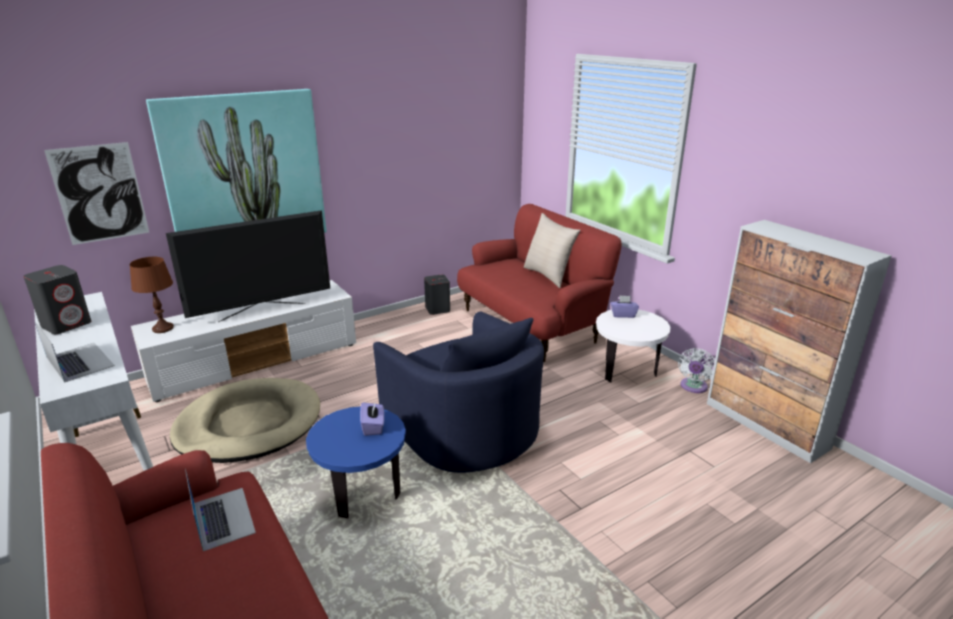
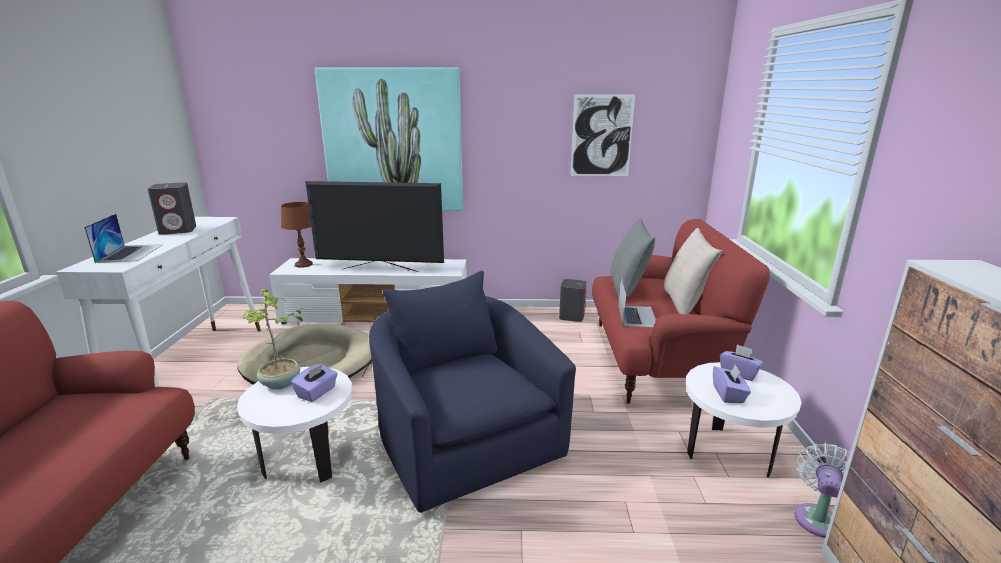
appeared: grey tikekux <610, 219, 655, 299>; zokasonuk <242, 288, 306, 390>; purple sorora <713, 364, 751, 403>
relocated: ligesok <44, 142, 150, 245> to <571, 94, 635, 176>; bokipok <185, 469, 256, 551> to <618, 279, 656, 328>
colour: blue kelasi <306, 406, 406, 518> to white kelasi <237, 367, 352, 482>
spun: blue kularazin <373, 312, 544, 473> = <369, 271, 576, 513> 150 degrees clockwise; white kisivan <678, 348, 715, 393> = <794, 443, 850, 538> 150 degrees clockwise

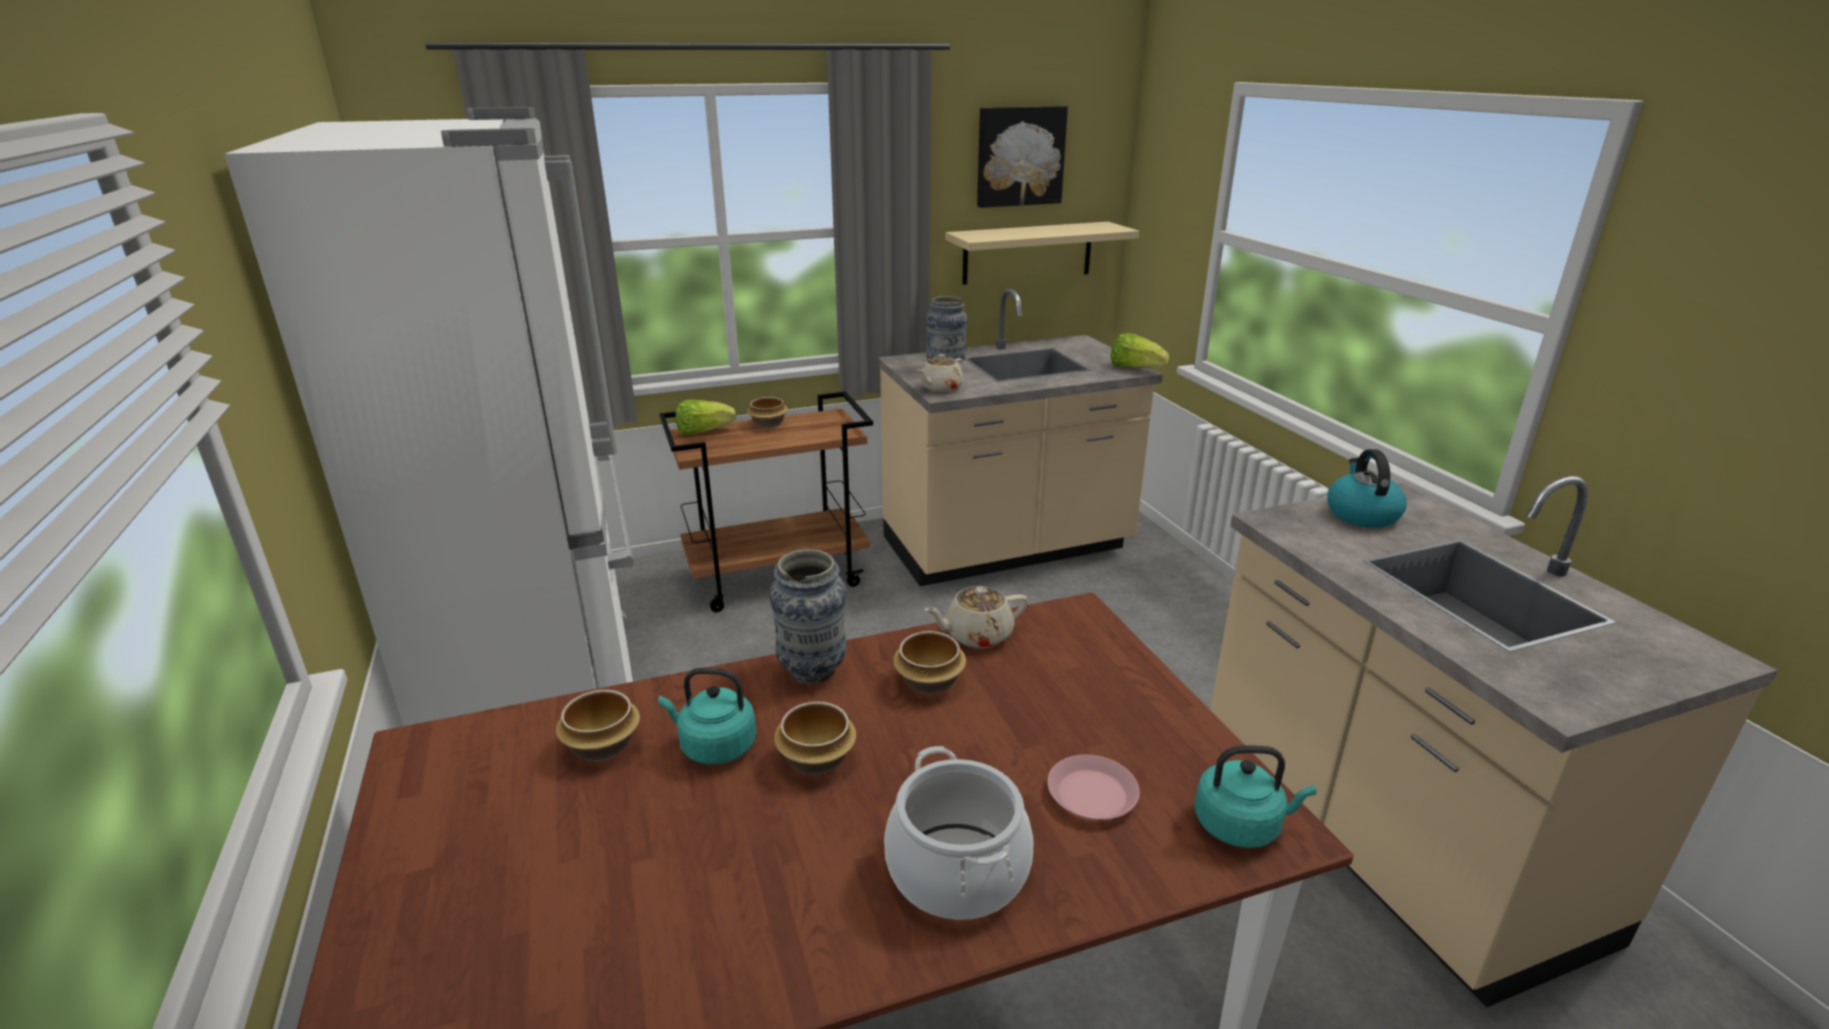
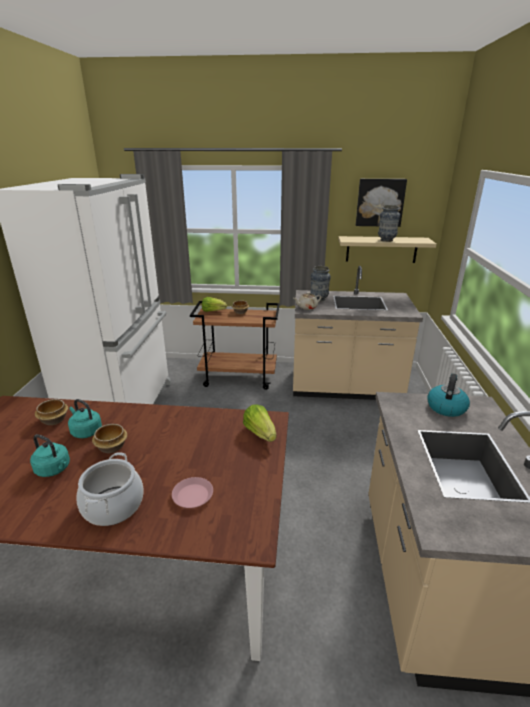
missing: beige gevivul <924, 586, 1028, 648>; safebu <893, 631, 966, 695>
relocated: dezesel <1110, 333, 1169, 367> to <243, 404, 276, 442>; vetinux <769, 549, 847, 684> to <378, 205, 400, 242>; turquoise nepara <1195, 745, 1317, 848> to <30, 434, 70, 477>

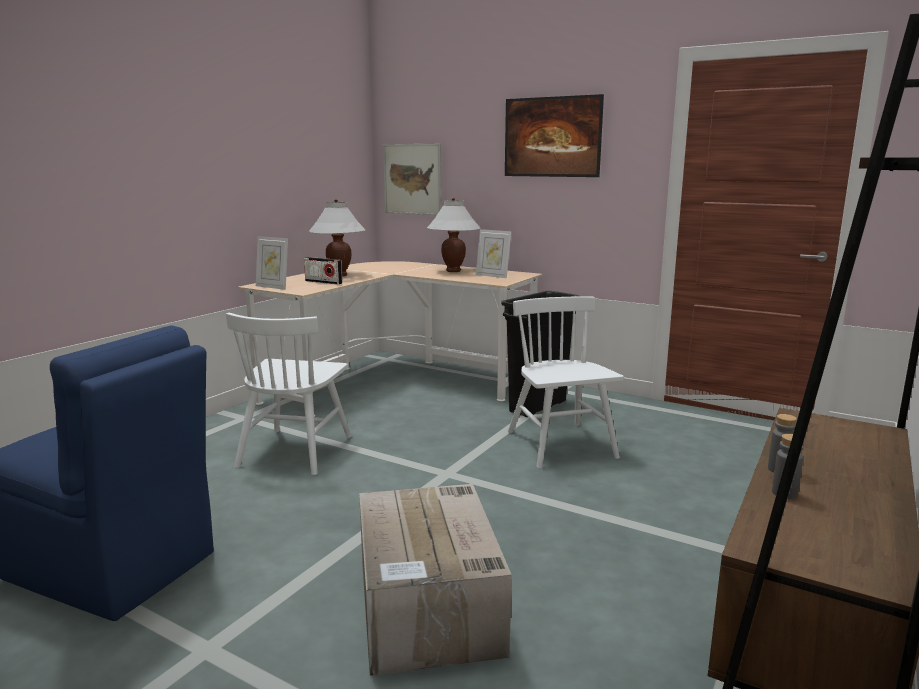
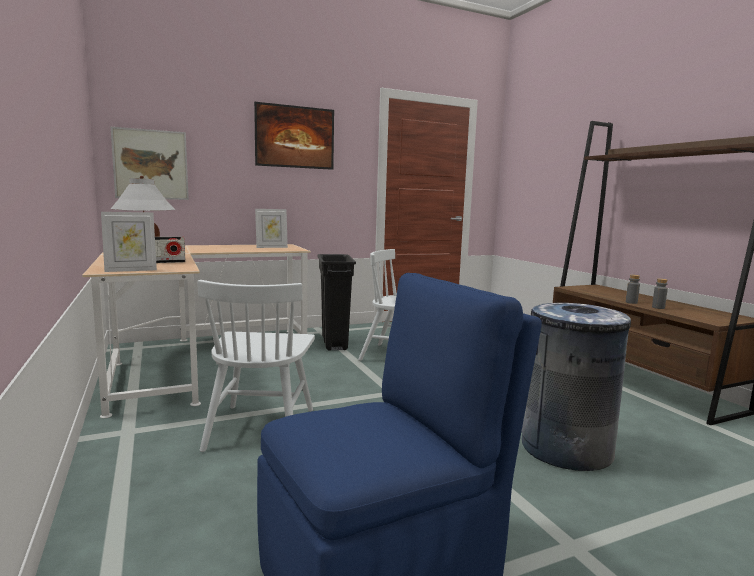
missing: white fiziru <427, 198, 480, 272>
exchanged: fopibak <359, 484, 511, 676> to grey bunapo <521, 303, 631, 471>
spun: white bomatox <226, 313, 351, 475> = <197, 280, 315, 452> 45 degrees clockwise

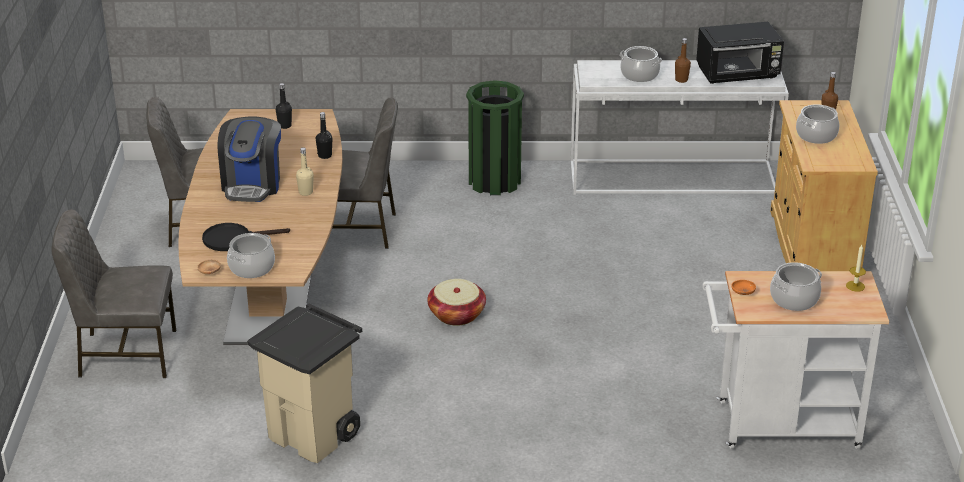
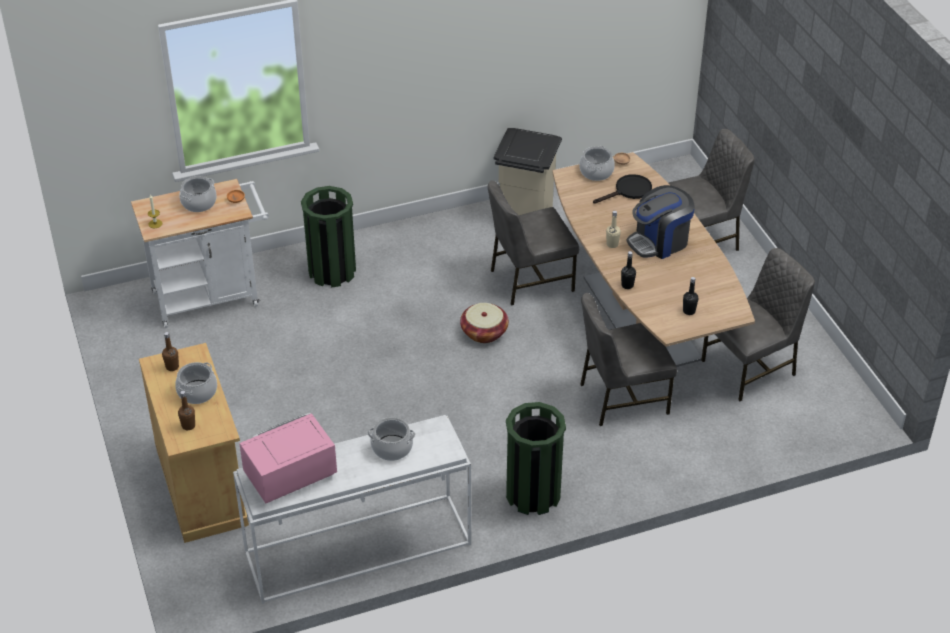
appeared: grey bomatox <488, 180, 579, 305>; green bunapo <301, 186, 356, 288>
relocated: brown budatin <675, 38, 691, 83> to <162, 332, 179, 371>
colour: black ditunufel <696, 22, 784, 84> to pink ditunufel <239, 413, 337, 503>
spun: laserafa <218, 117, 281, 202> = <627, 185, 695, 259> 105 degrees counterclockwise

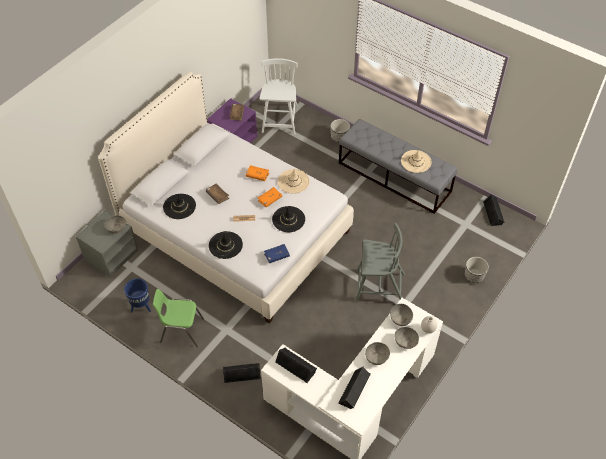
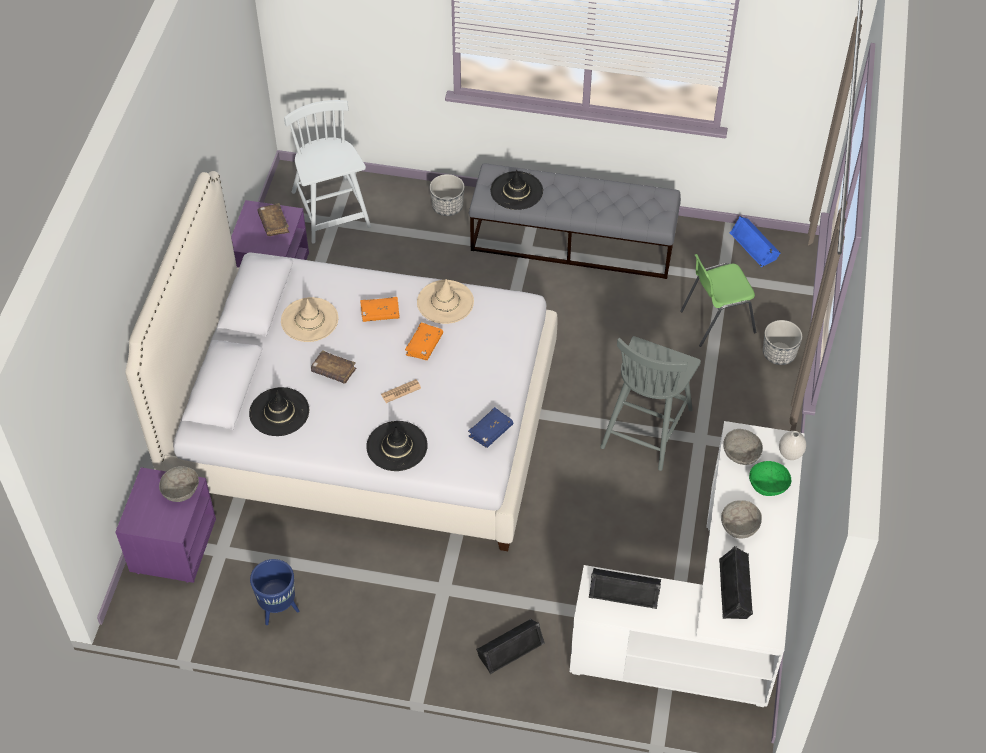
relocated: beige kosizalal <401, 150, 432, 173> to <281, 297, 338, 342>; black kosizalal <272, 206, 305, 232> to <490, 170, 543, 210>; green bomatox <153, 289, 204, 347> to <680, 254, 756, 347>
colour: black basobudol <483, 194, 505, 226> to blue basobudol <730, 216, 780, 267>; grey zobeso <76, 210, 138, 277> to purple zobeso <115, 467, 216, 583>; grey safebu <395, 327, 419, 349> to green safebu <749, 461, 791, 496>
spun: grey bomatox <355, 223, 405, 302> = <600, 336, 701, 471> 135 degrees clockwise

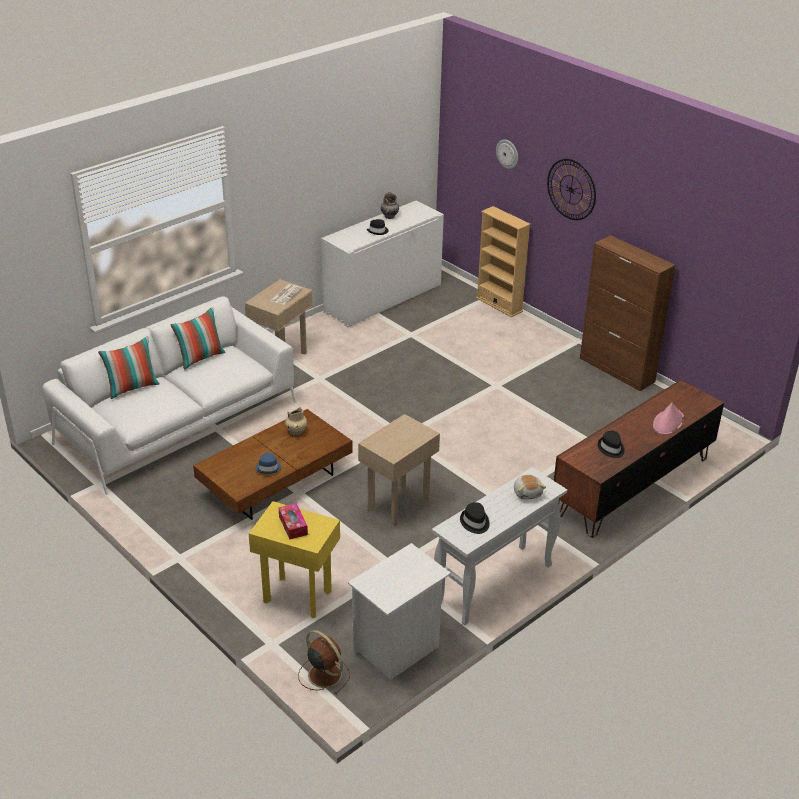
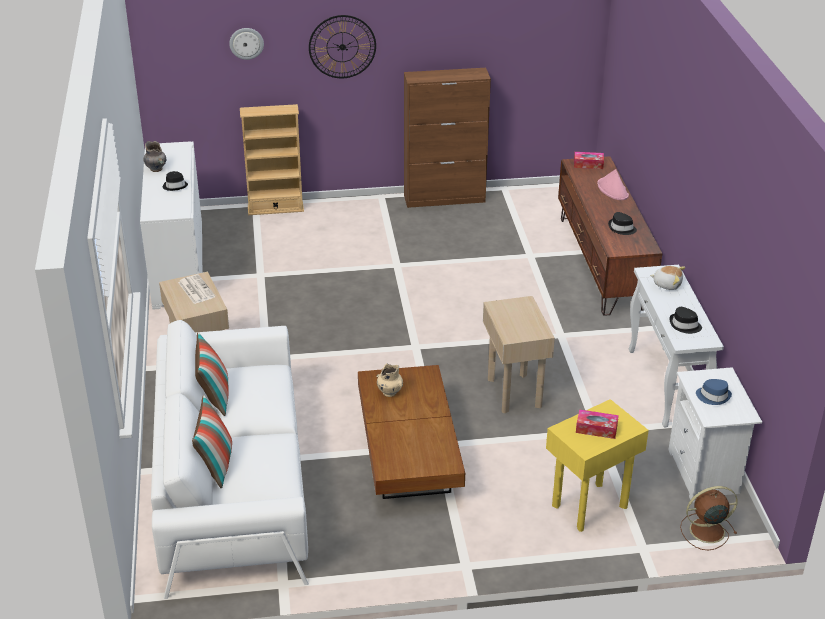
appeared: sorora <574, 152, 604, 169>
relocated: blue kosizalal <255, 453, 281, 474> to <696, 379, 732, 405>

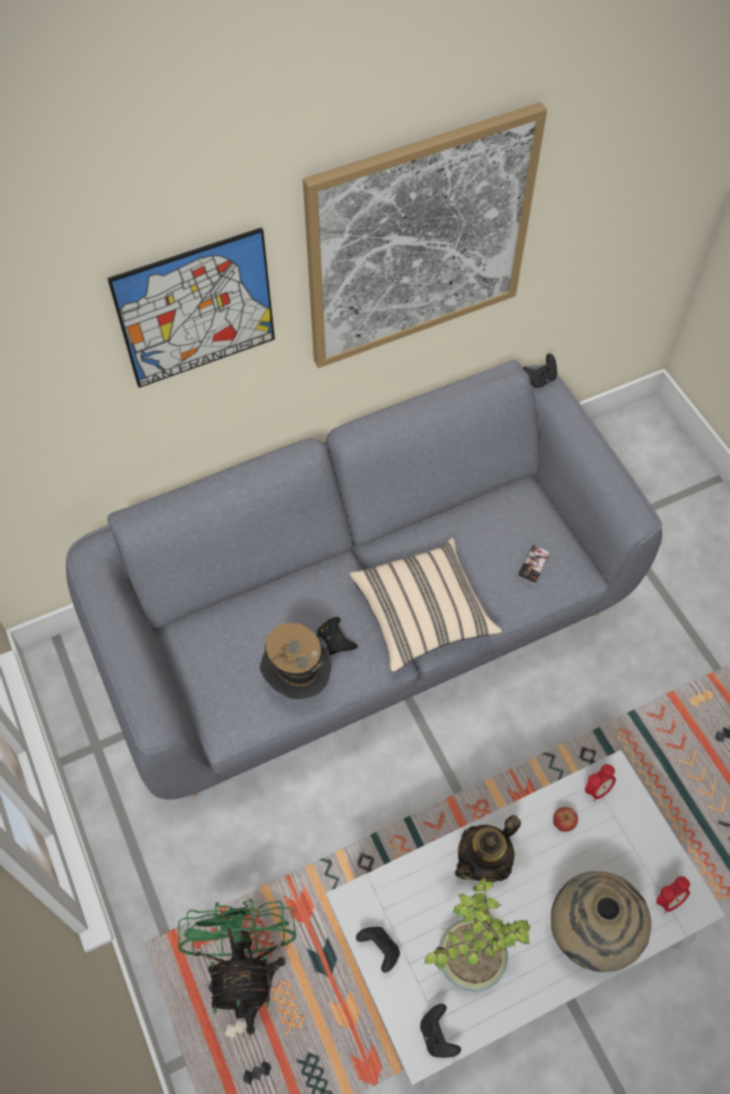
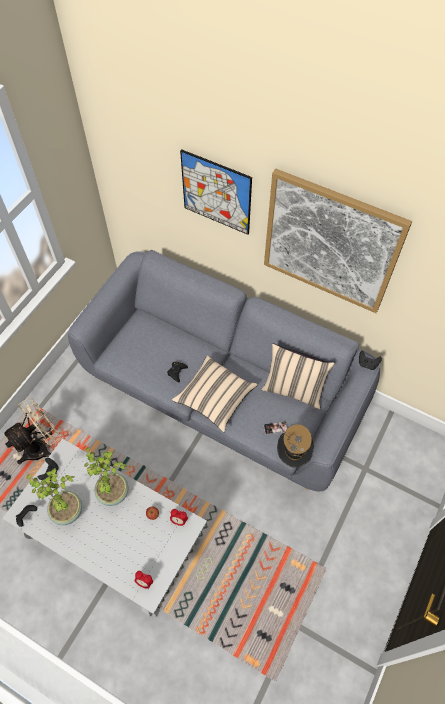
missing: beige vetinux <551, 871, 651, 972>
appeared: beige tikekux <261, 343, 335, 410>
relocated: kosizalal <260, 623, 331, 699> to <277, 424, 314, 467>
exchanged: gevivul <455, 815, 521, 882> to zokasonuk <84, 447, 128, 506>
colour: green kisivan <178, 899, 296, 1035> to beige kisivan <3, 397, 61, 464>

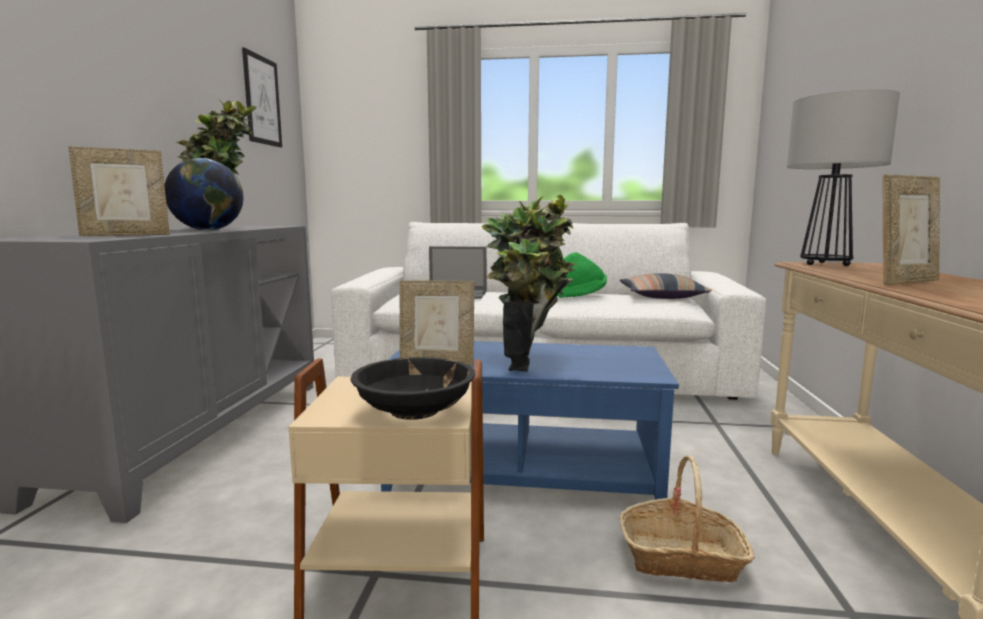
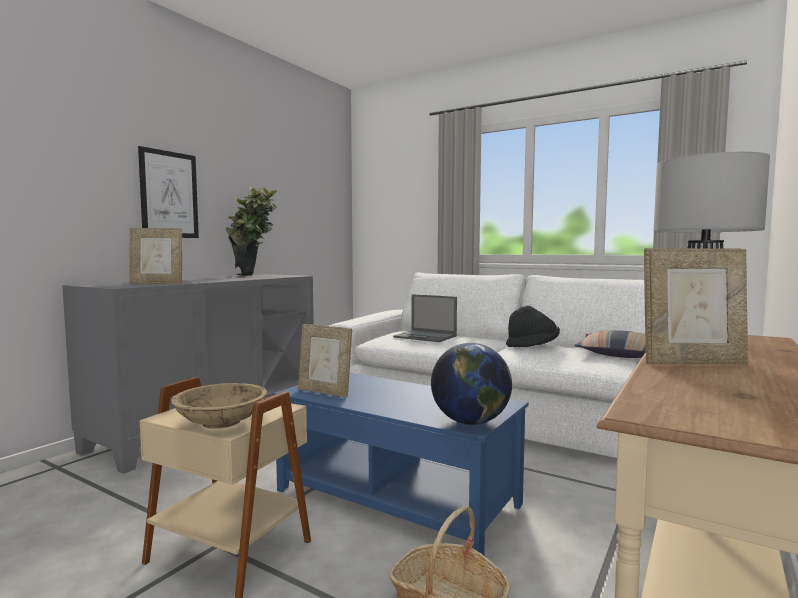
missing: zokasonuk <482, 195, 577, 372>
relocated: ligesok <242, 47, 282, 147> to <138, 146, 199, 238>; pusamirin <165, 158, 243, 231> to <431, 343, 512, 425>
colour: green kosizalal <557, 252, 607, 298> to black kosizalal <506, 306, 560, 347>; black safebu <350, 357, 475, 420> to beige safebu <171, 383, 267, 429>

